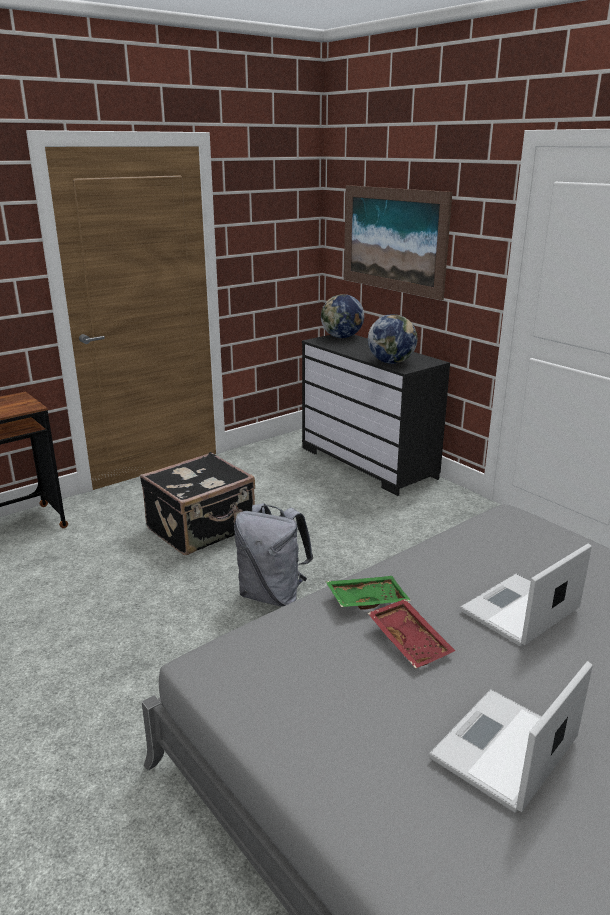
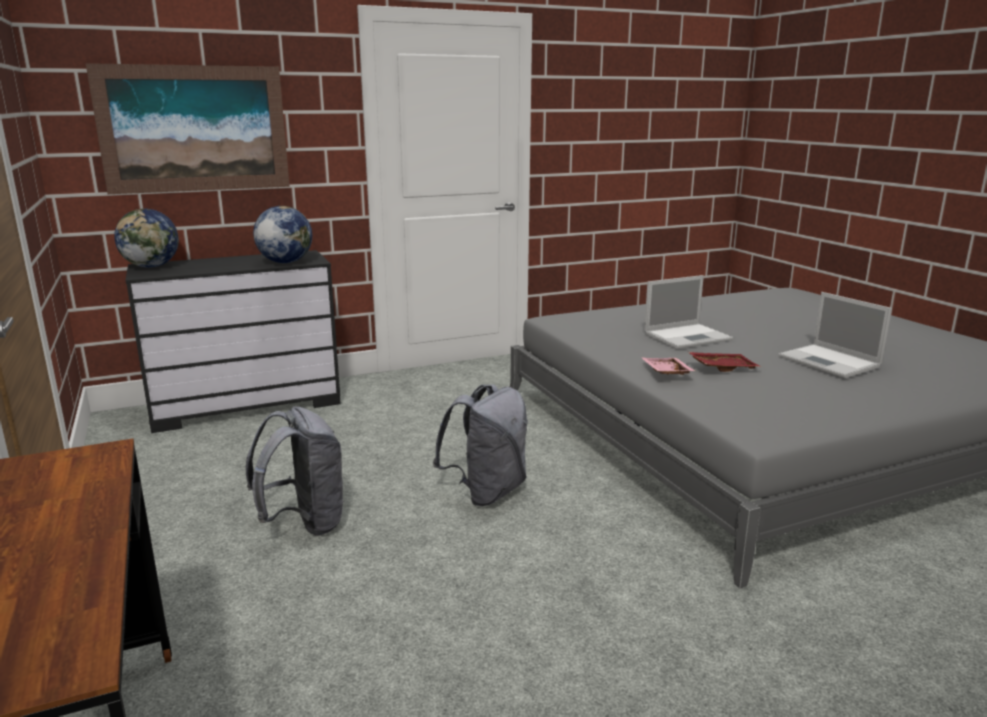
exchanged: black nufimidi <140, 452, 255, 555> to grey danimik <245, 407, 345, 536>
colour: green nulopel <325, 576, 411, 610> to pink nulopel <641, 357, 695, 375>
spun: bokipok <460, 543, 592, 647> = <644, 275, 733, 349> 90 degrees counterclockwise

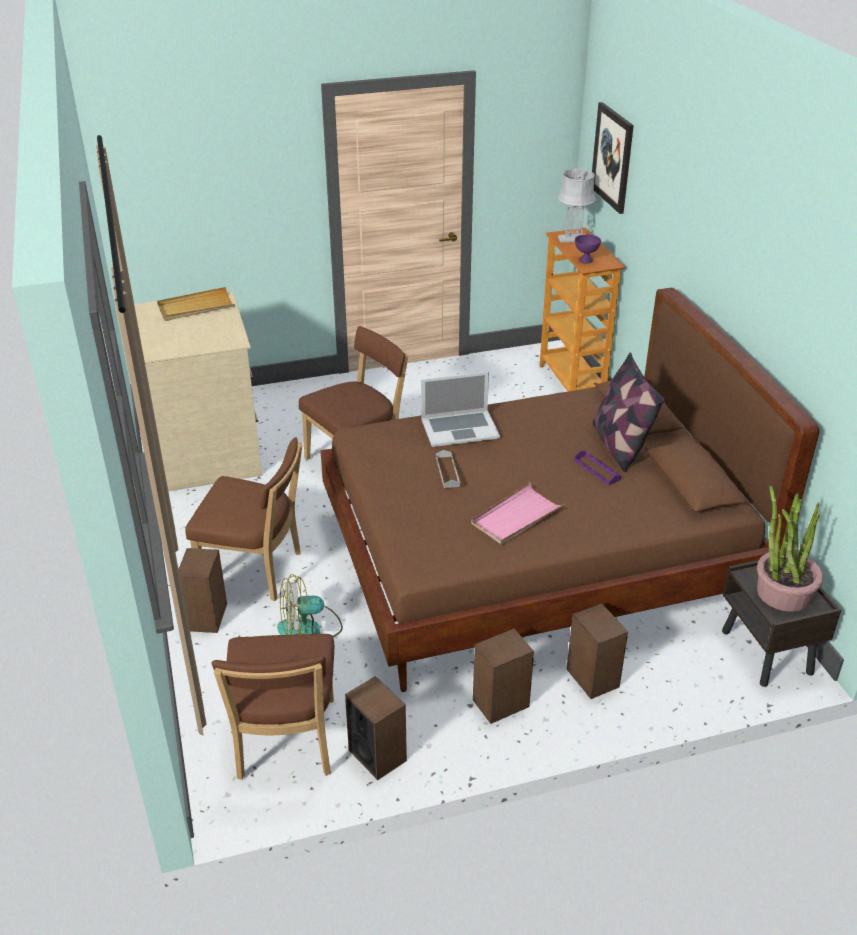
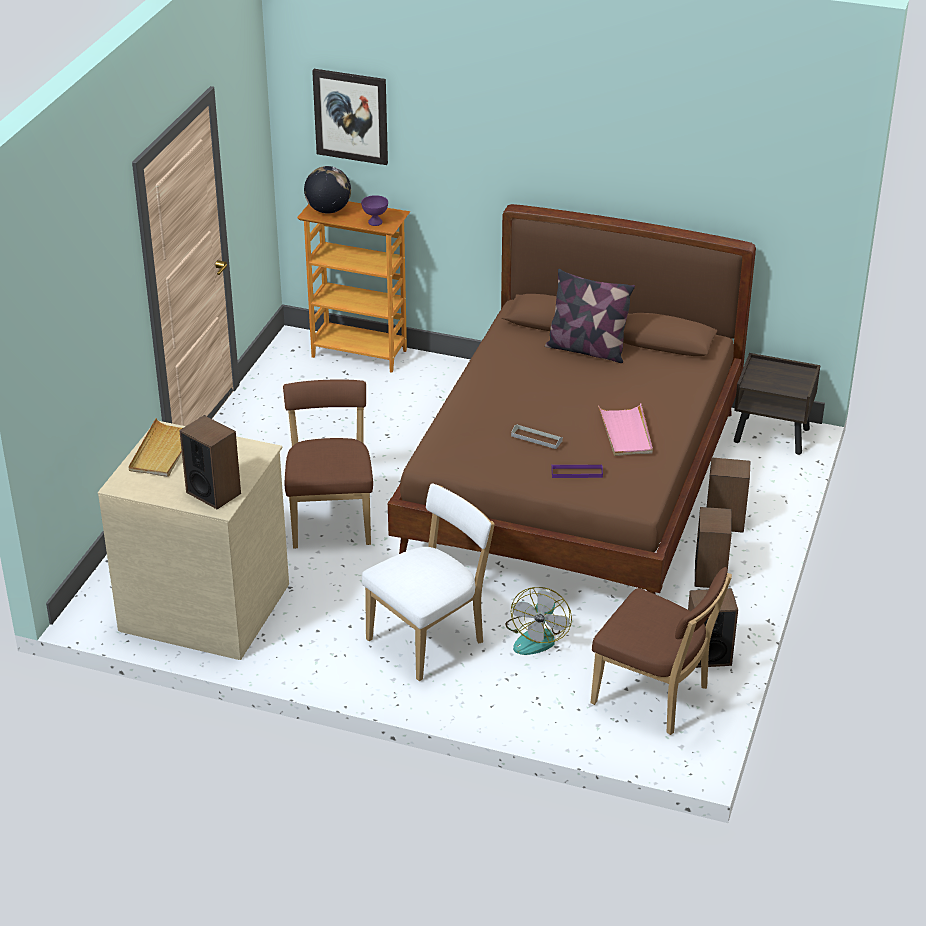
missing: bokipok <421, 372, 500, 447>; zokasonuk <757, 486, 824, 612>
relocated: purple nulopel <574, 451, 621, 486> to <551, 464, 603, 478>; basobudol <179, 548, 227, 633> to <179, 415, 241, 509>
exchanged: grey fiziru <558, 169, 596, 243> to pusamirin <304, 166, 351, 213>
colour: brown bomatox <185, 437, 302, 601> to white bomatox <362, 484, 495, 681>

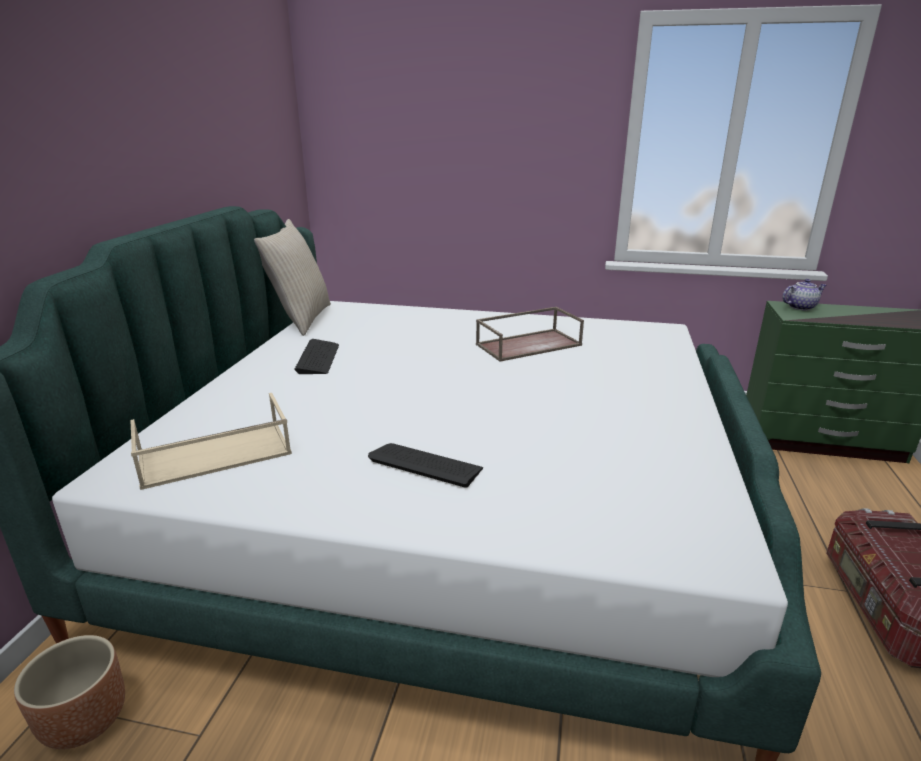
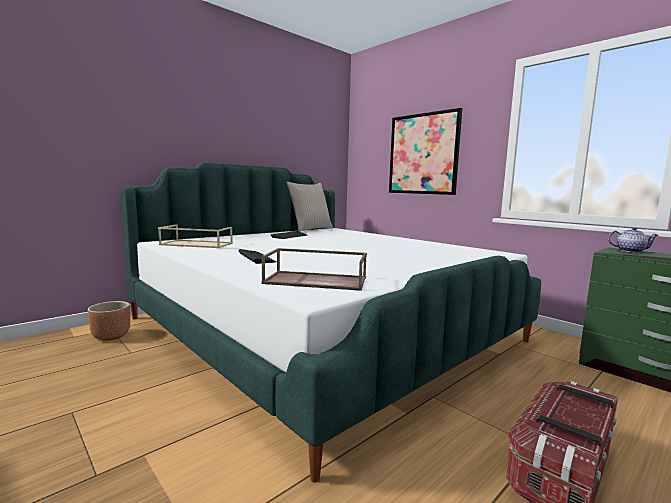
appeared: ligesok <389, 108, 462, 195>
relocated: brown nulopel <476, 307, 584, 362> to <261, 248, 367, 291>

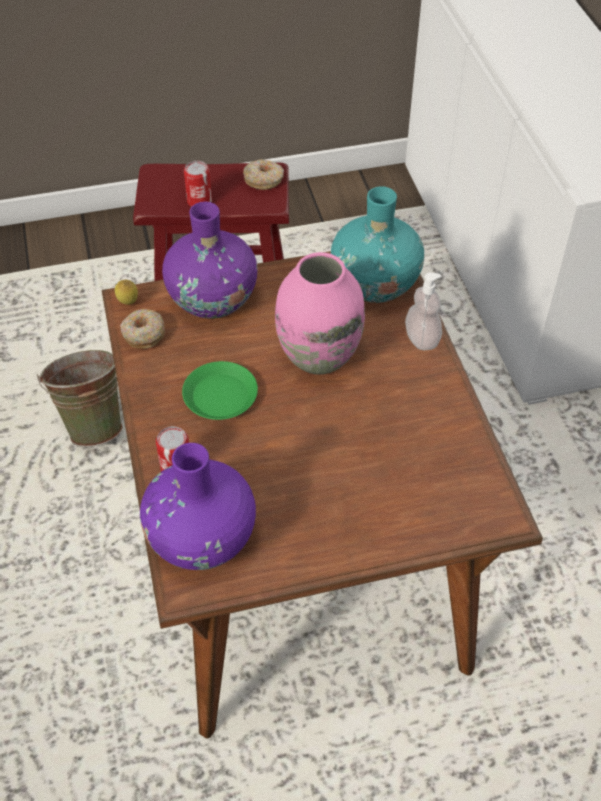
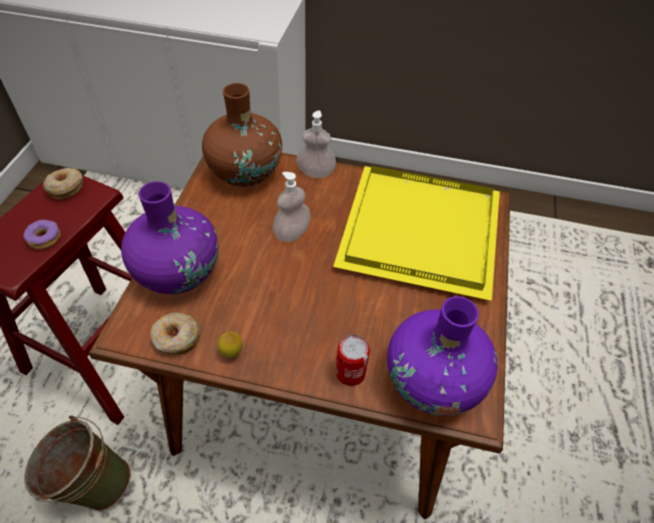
missing: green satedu <182, 361, 258, 420>
appeared: yellow nulopel <333, 166, 500, 301>
relocated: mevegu <115, 280, 138, 305> to <218, 332, 243, 358>
exchanged: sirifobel <184, 161, 212, 207> to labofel <23, 220, 60, 249>; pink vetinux <275, 252, 365, 375> to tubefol <273, 172, 311, 242>
colour: turquoise vetinux <331, 186, 424, 303> to brown vetinux <202, 83, 282, 187>

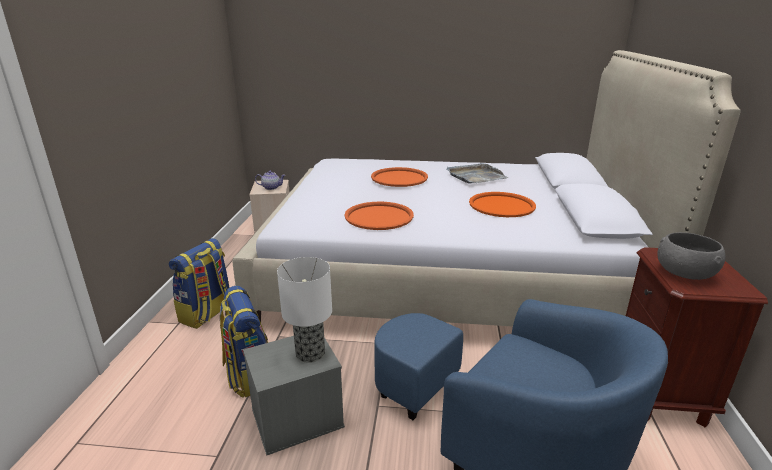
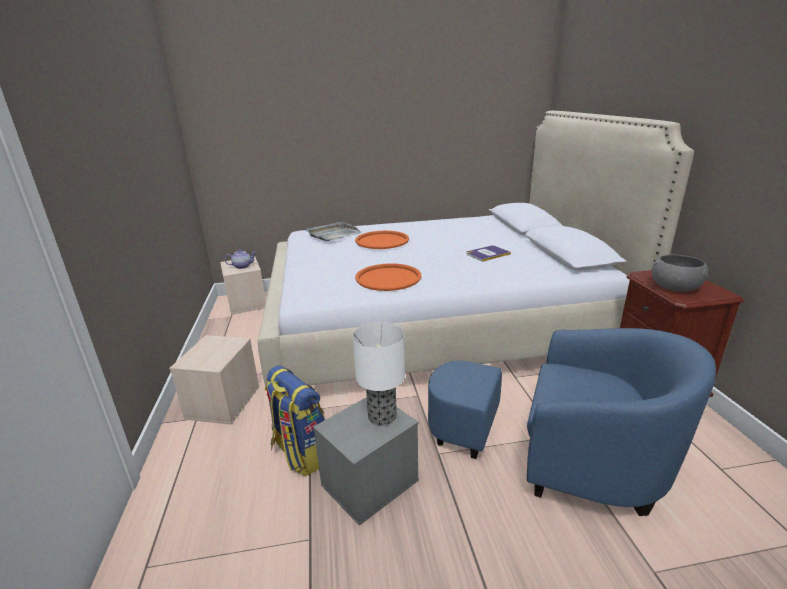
relocated: grey nulopel <447, 163, 508, 184> to <306, 222, 362, 241>
exchanged: orange nulopel <469, 192, 536, 217> to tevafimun <466, 245, 511, 262>; danimik <169, 238, 229, 329> to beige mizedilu <169, 335, 260, 425>

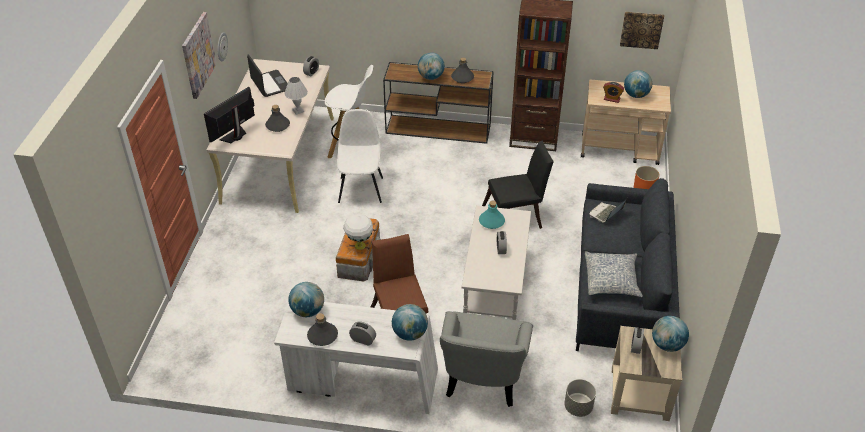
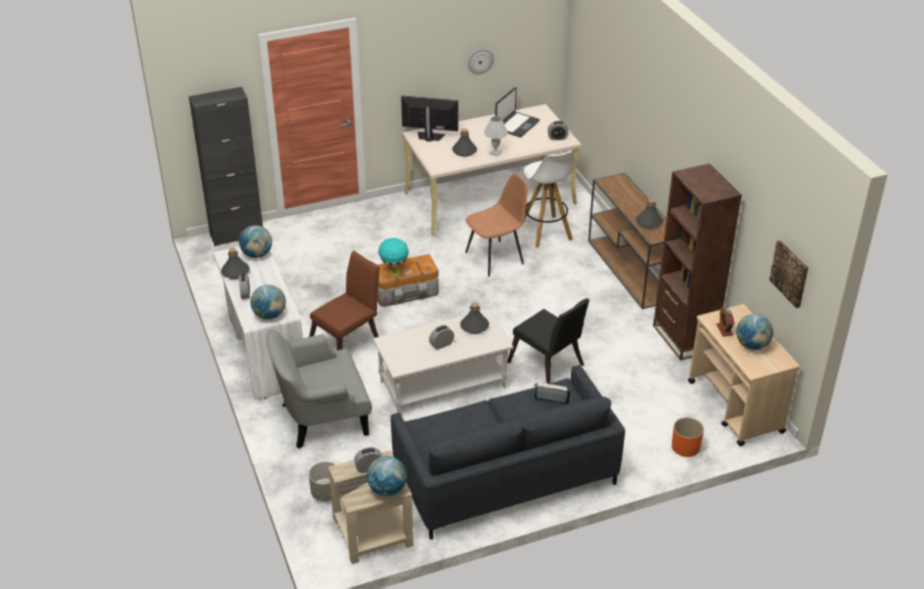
missing: ligesok <182, 12, 217, 99>; pusamirin <418, 52, 445, 80>; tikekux <585, 251, 643, 297>
appeared: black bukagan <189, 87, 263, 246>
colour: white bomatox <337, 109, 383, 203> to brown bomatox <465, 173, 528, 276>; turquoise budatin <479, 201, 505, 229> to grey budatin <460, 302, 489, 334>; white fiziru <343, 214, 373, 250> to turquoise fiziru <378, 238, 409, 276>

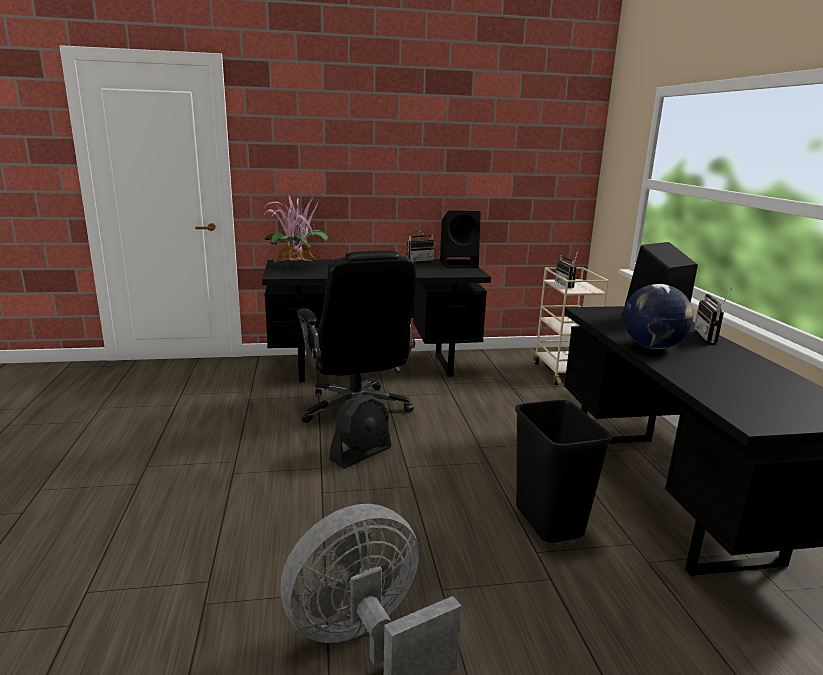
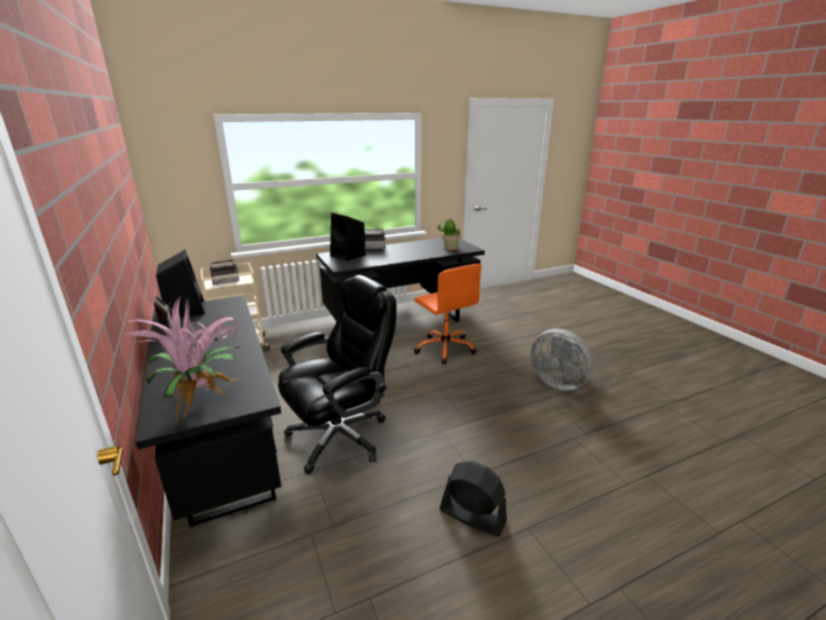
missing: pusamirin <623, 284, 693, 349>
appeared: zokasonuk <438, 219, 461, 250>
relocated: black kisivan <329, 394, 392, 469> to <440, 461, 507, 537>
exchanged: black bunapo <515, 400, 612, 543> to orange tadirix <414, 264, 482, 364>

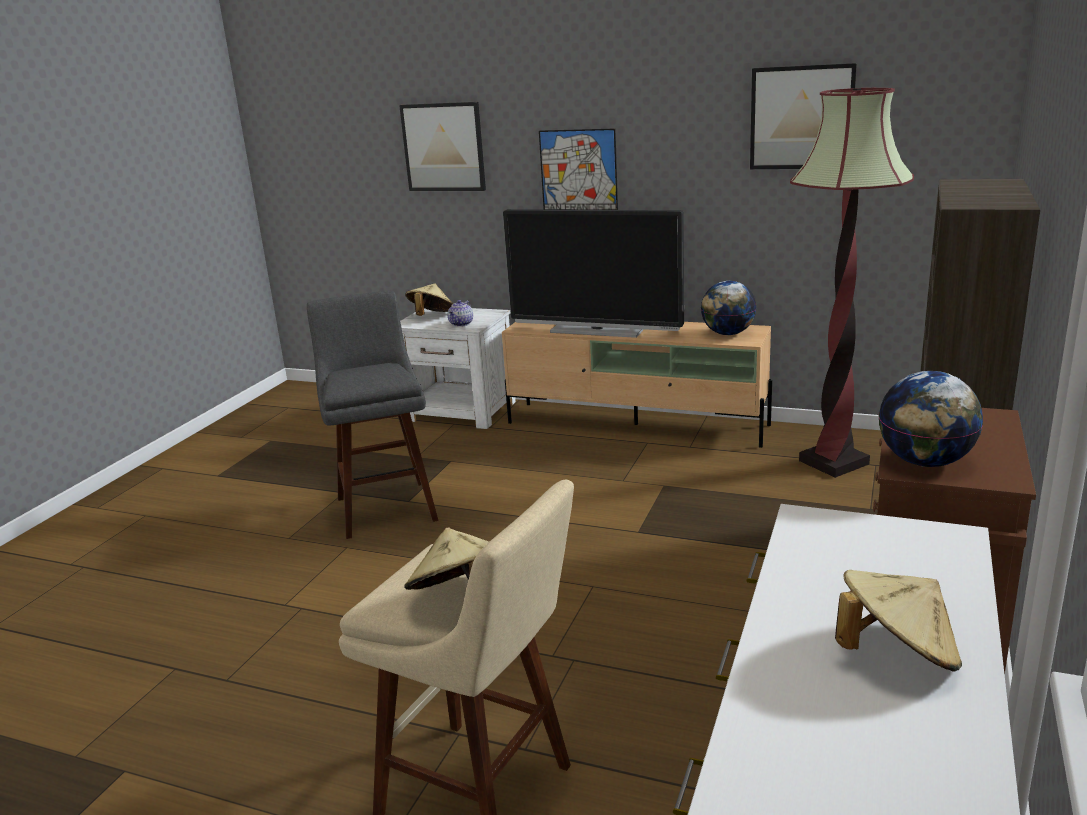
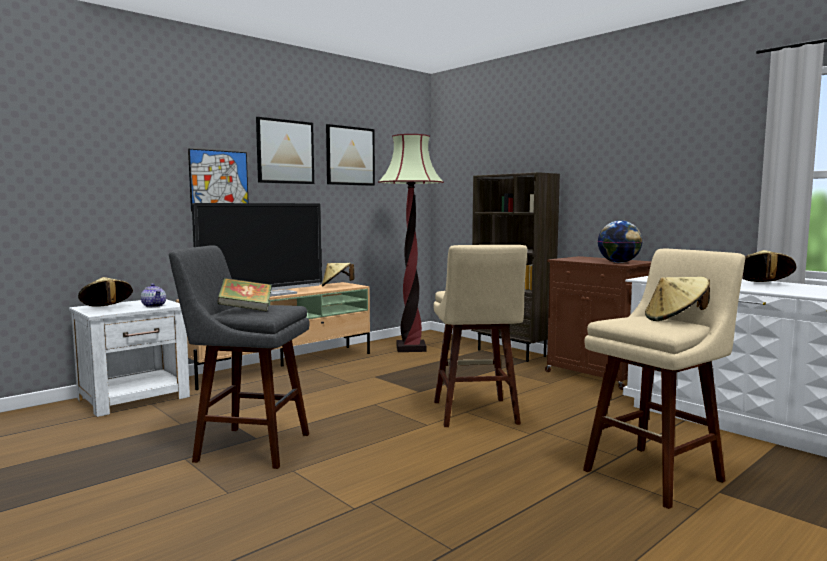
appeared: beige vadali <434, 245, 527, 427>; tevafimun <217, 278, 272, 311>
relocated: ligesok <399, 102, 486, 191> to <256, 117, 314, 184>
exchanged: pusamirin <701, 281, 757, 335> to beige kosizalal <322, 263, 354, 286>

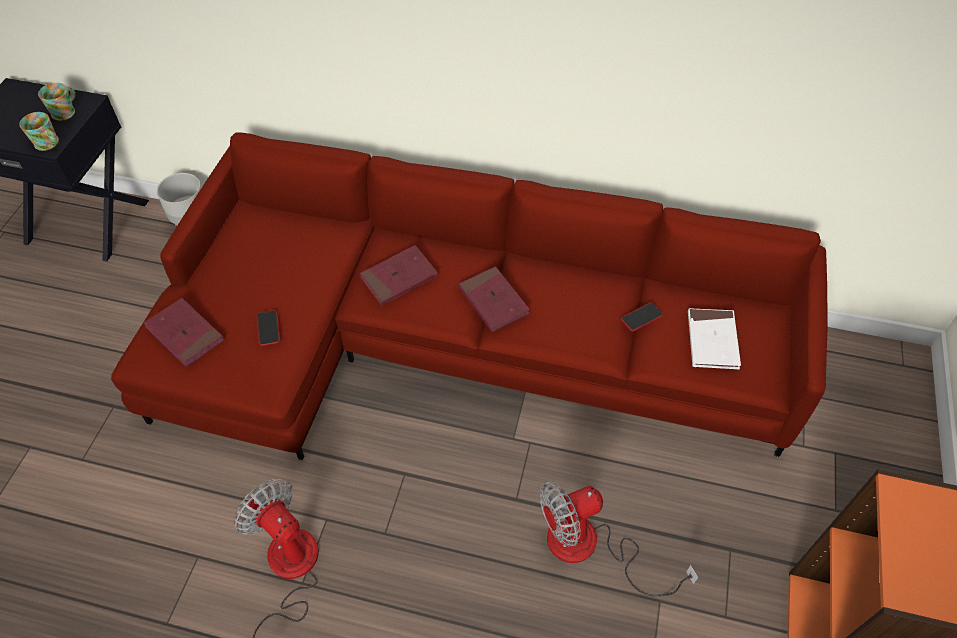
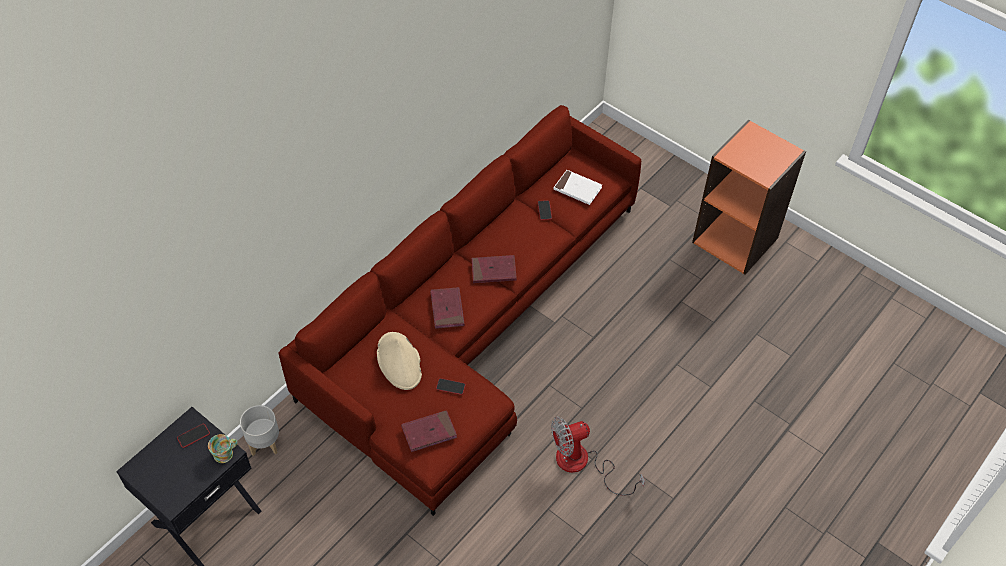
missing: kisivan <540, 481, 698, 597>
appeared: beige kosizalal <377, 332, 422, 390>
exchanged: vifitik <38, 83, 75, 121> to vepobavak <177, 424, 210, 448>

